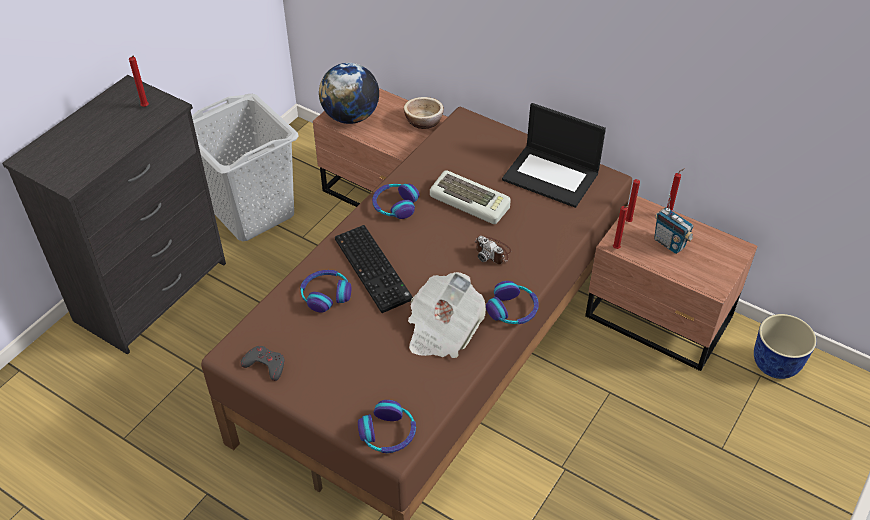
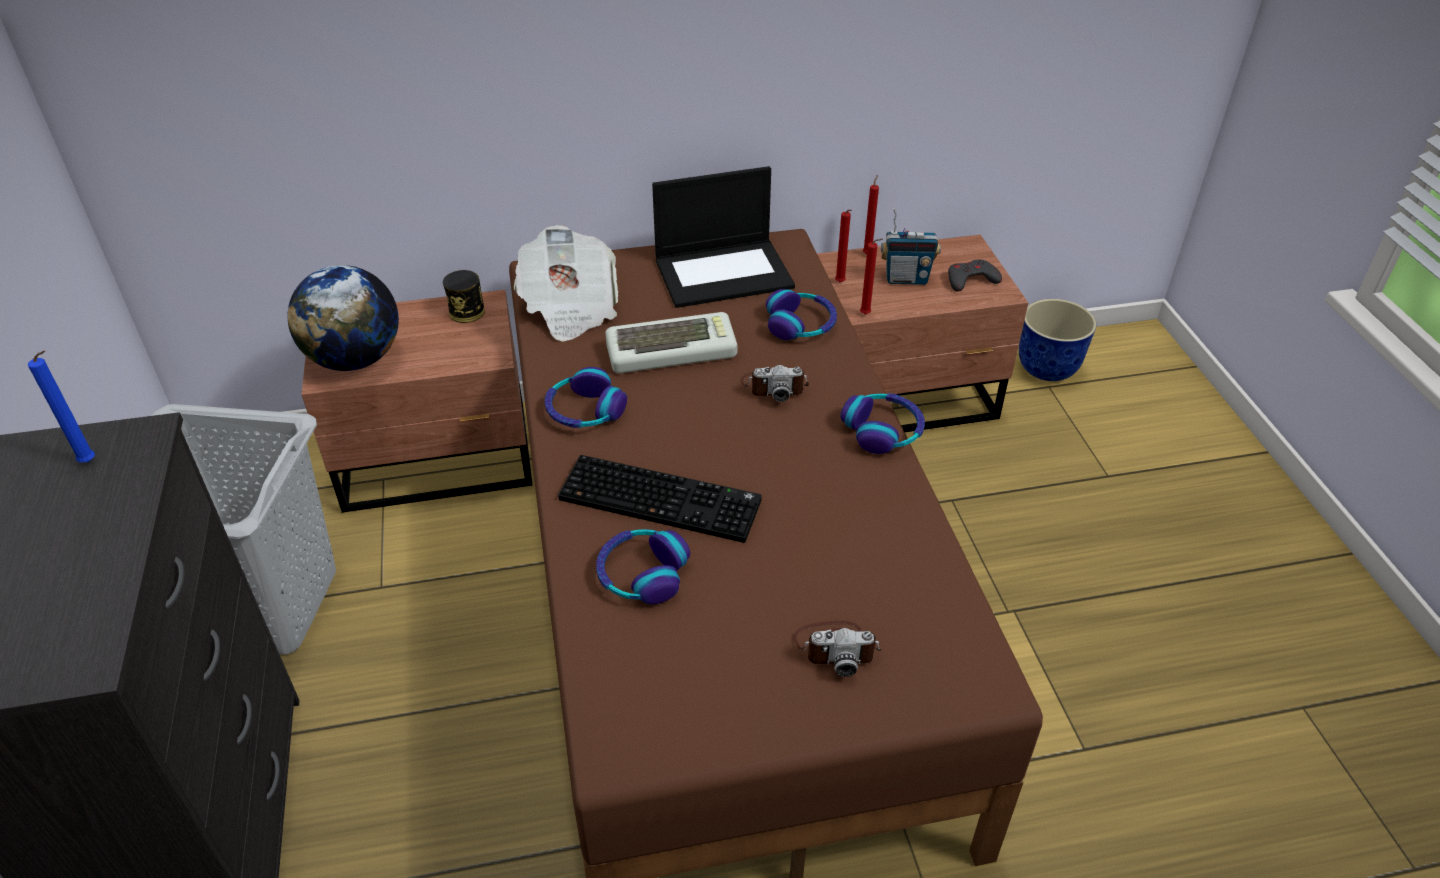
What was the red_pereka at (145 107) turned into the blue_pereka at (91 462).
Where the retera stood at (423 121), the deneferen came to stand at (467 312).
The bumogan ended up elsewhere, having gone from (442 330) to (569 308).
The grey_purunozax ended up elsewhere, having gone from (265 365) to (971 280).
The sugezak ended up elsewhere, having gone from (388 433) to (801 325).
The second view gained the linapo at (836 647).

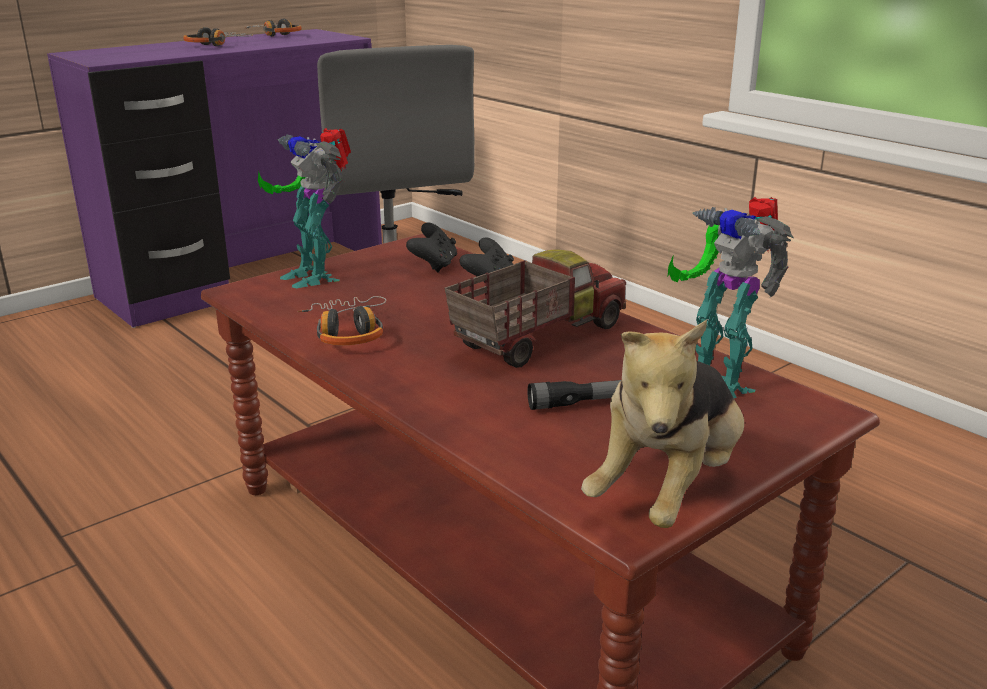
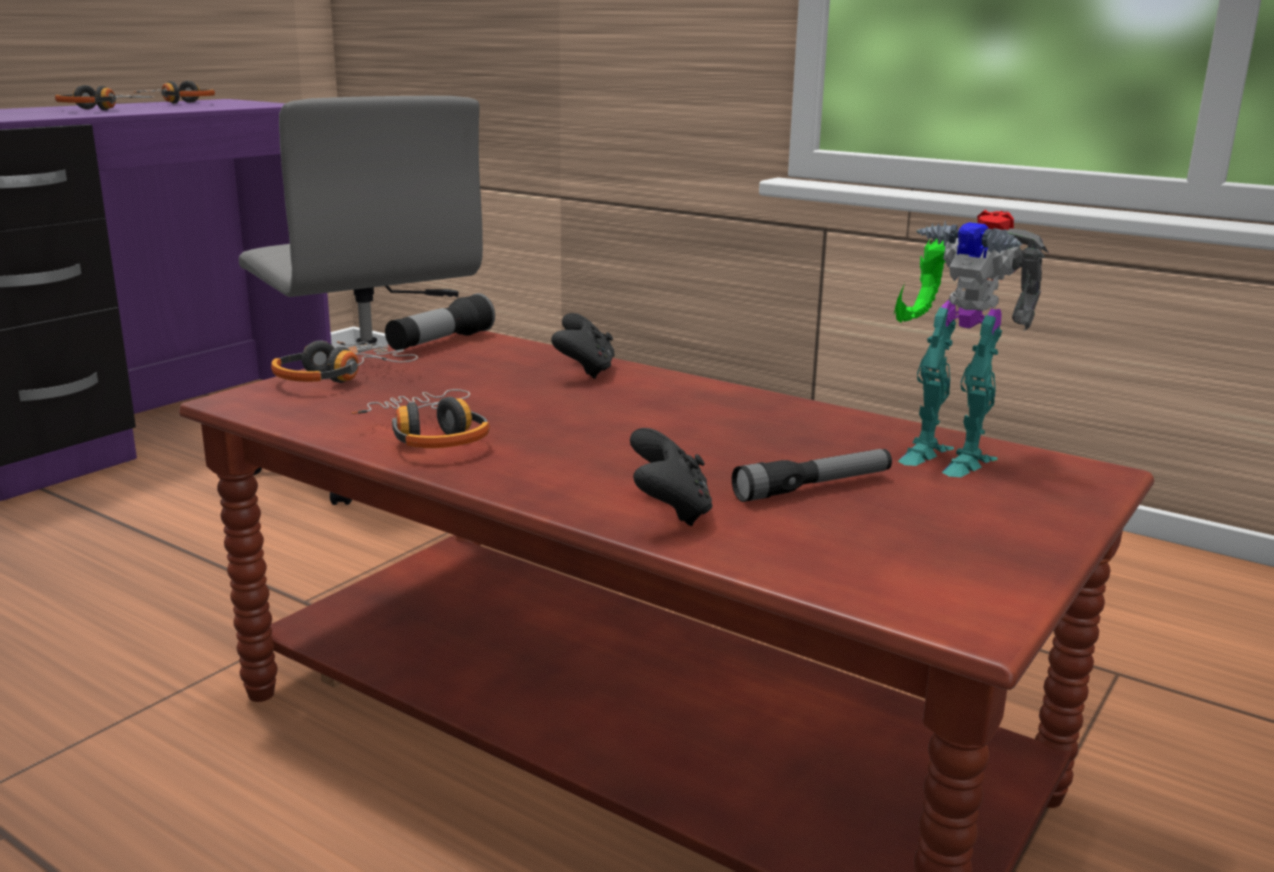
Where the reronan stood at (314 275), the sugezak came to stand at (339 376).
The black_purunozax ended up elsewhere, having gone from (434 265) to (669 511).
The second view lost the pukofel at (536 337).
The second view lost the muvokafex at (668 490).
The second view gained the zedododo at (440 342).

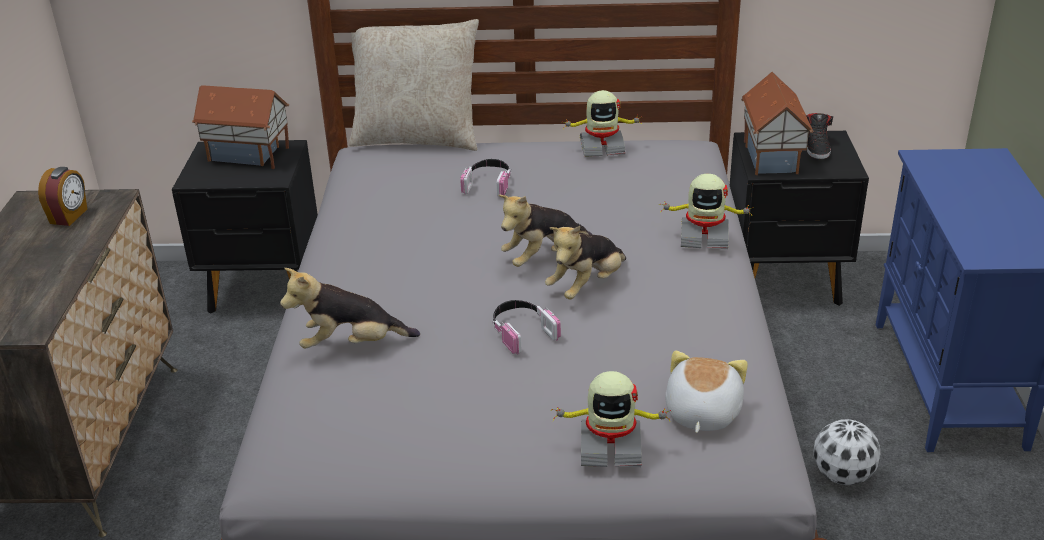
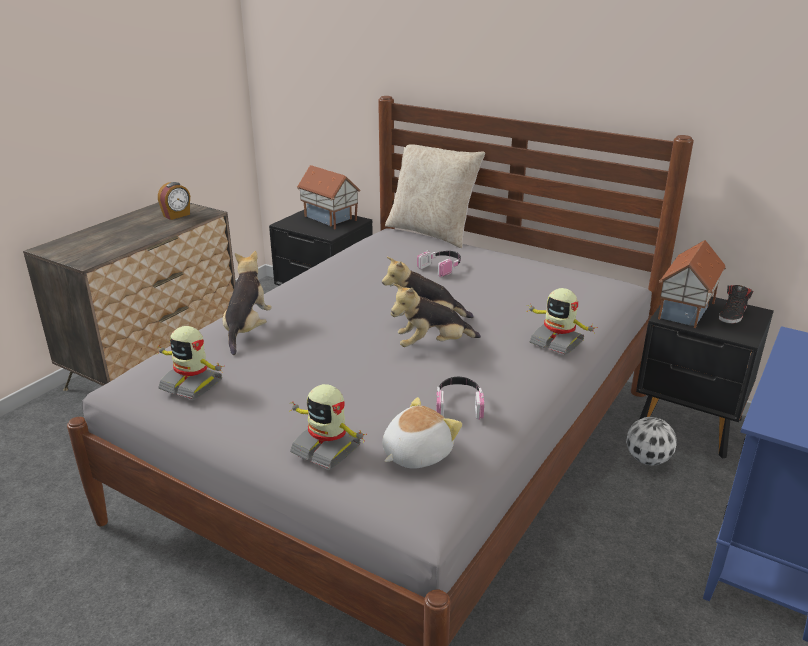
The reronan ended up elsewhere, having gone from (602 147) to (192 384).
The muvokafex at (351 345) ended up facing another way, 75 degrees clockwise from before.
The sugezak ended up elsewhere, having gone from (522 332) to (459 404).
The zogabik ended up elsewhere, having gone from (843 476) to (648 460).

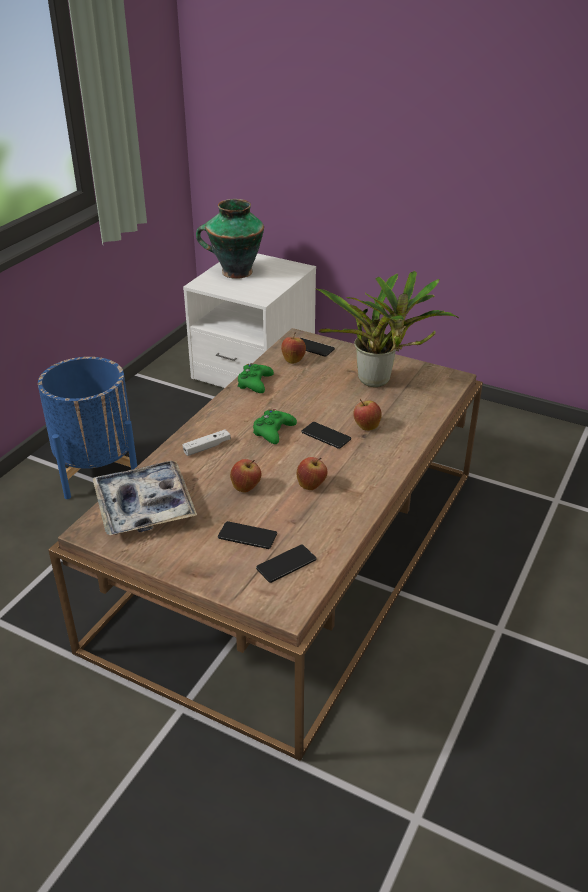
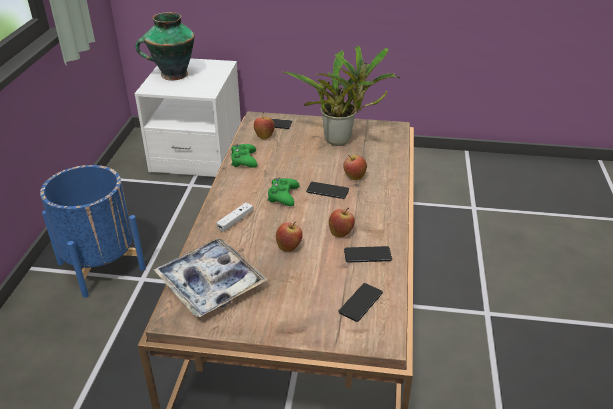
The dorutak ended up elsewhere, having gone from (247 536) to (367 255).

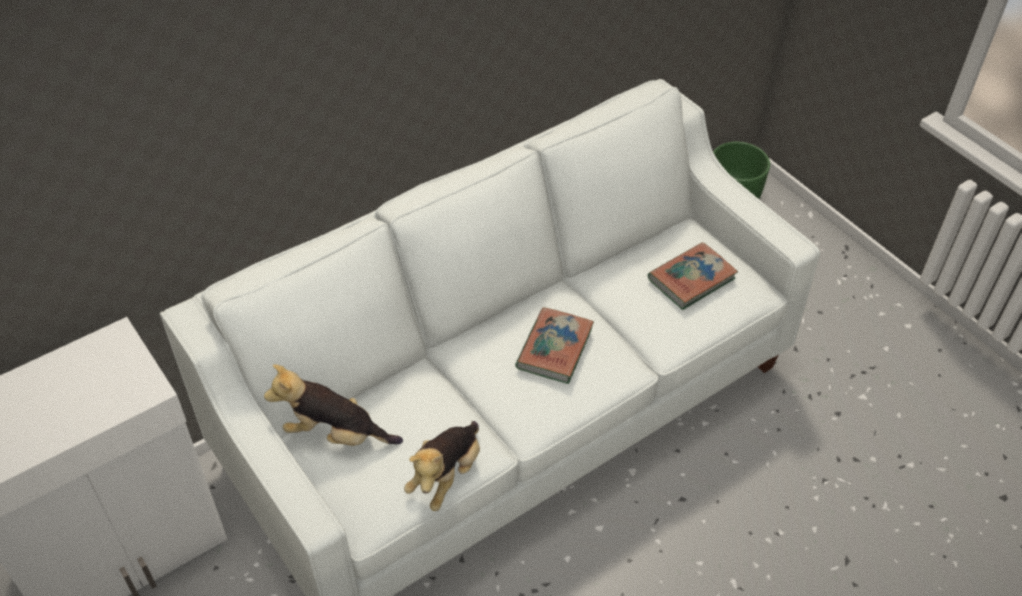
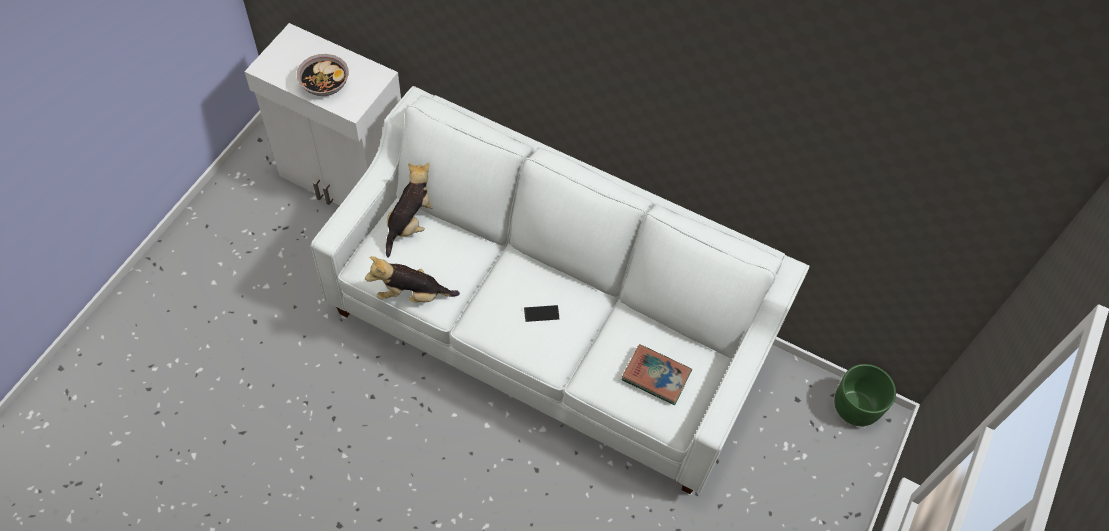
Where the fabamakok stood at (554 349), the dorutak came to stand at (541 313).
The muvokafex at (335 434) ended up facing another way, 45 degrees clockwise from before.
The second view gained the retera at (325 84).

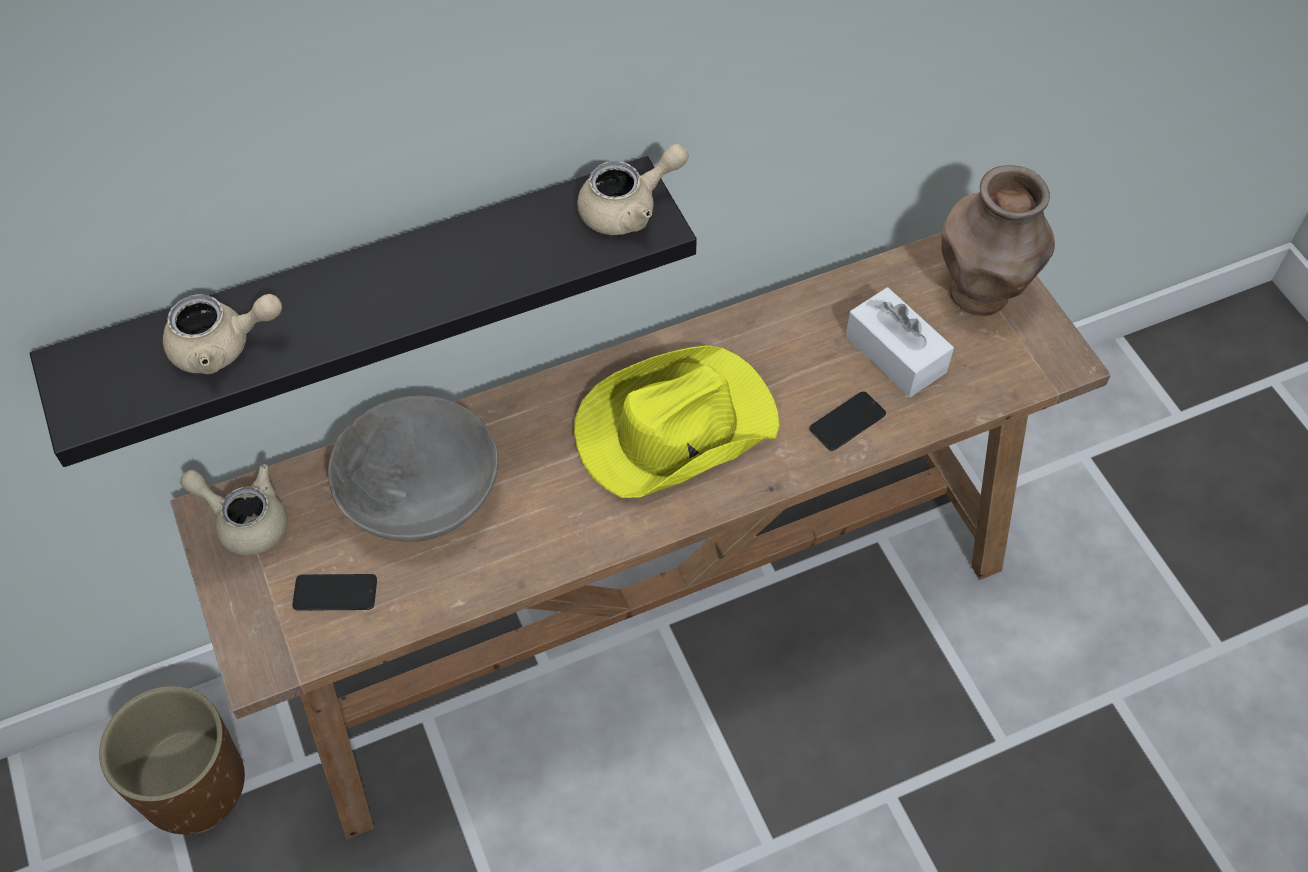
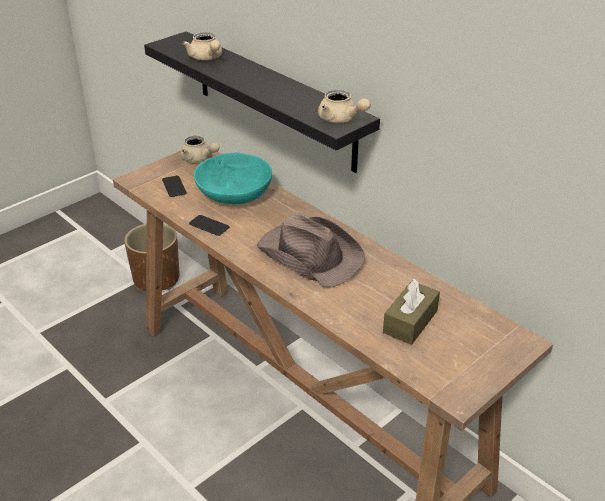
The second view lost the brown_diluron at (981 294).
What was the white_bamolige at (895 354) turned into the brown_bamolige at (410 322).
What was the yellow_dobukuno at (673 428) turned into the brown_dobukuno at (309 254).
The dorutak ended up elsewhere, having gone from (847 422) to (209 226).
What was the grey_retera at (419 492) turned into the turquoise_retera at (233 194).
The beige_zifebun at (245 521) ended up facing another way, 120 degrees clockwise from before.

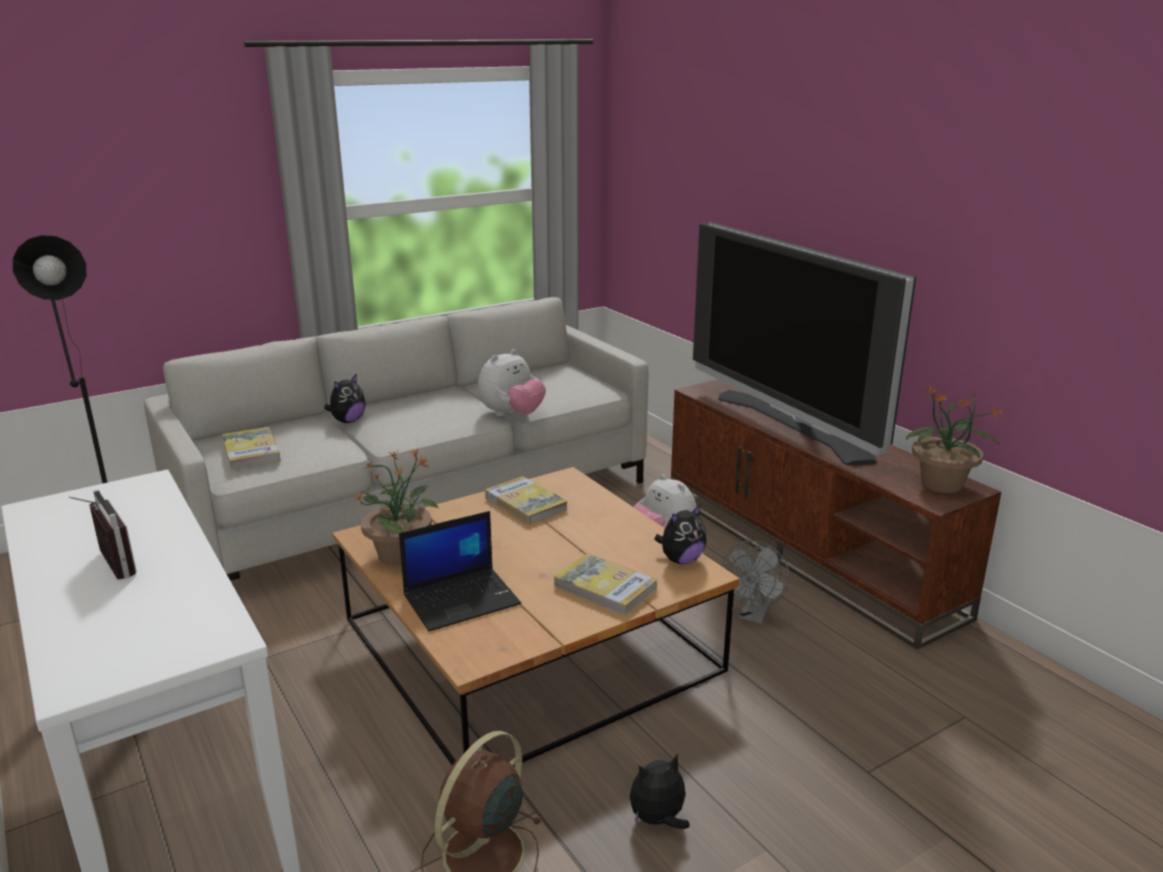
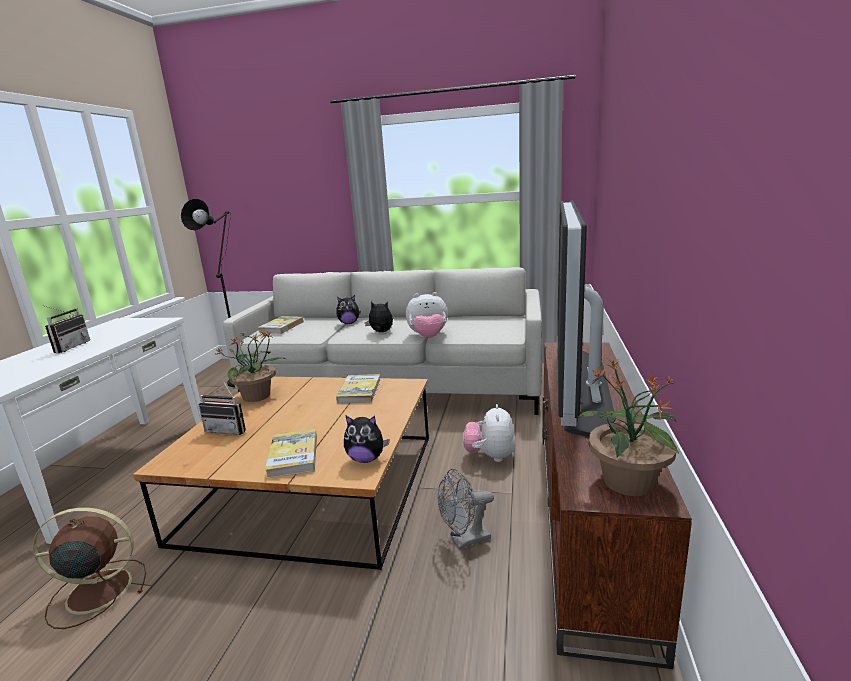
Where the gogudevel stood at (462 599), the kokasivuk came to stand at (229 429).
The muvokafex ended up elsewhere, having gone from (658 820) to (381 332).

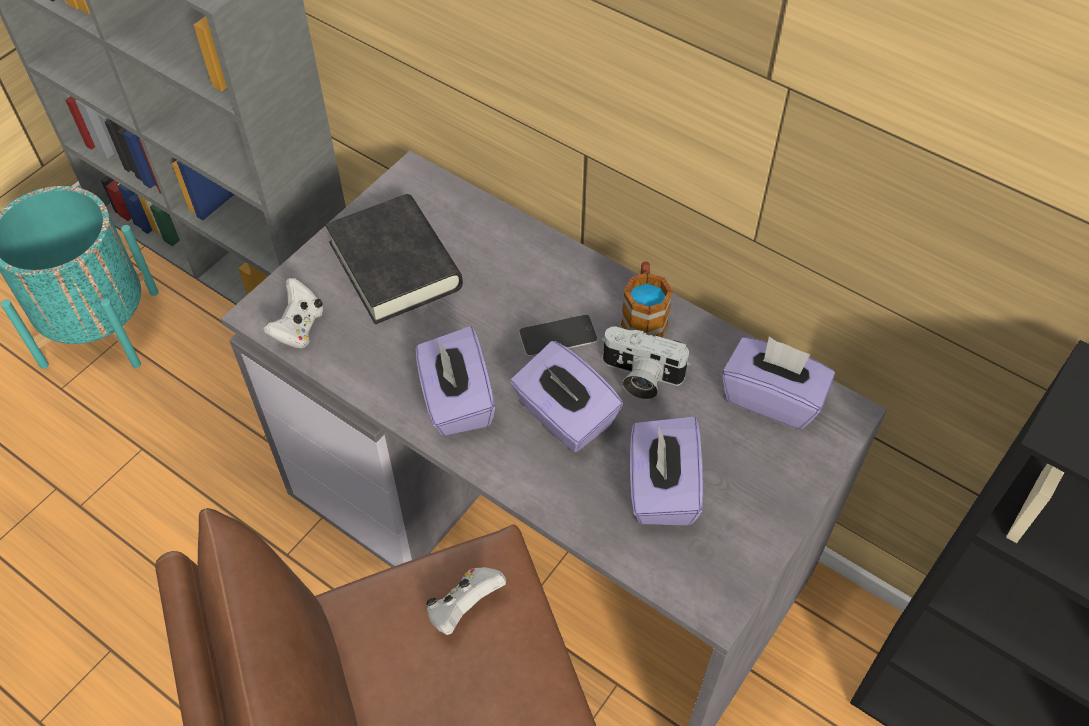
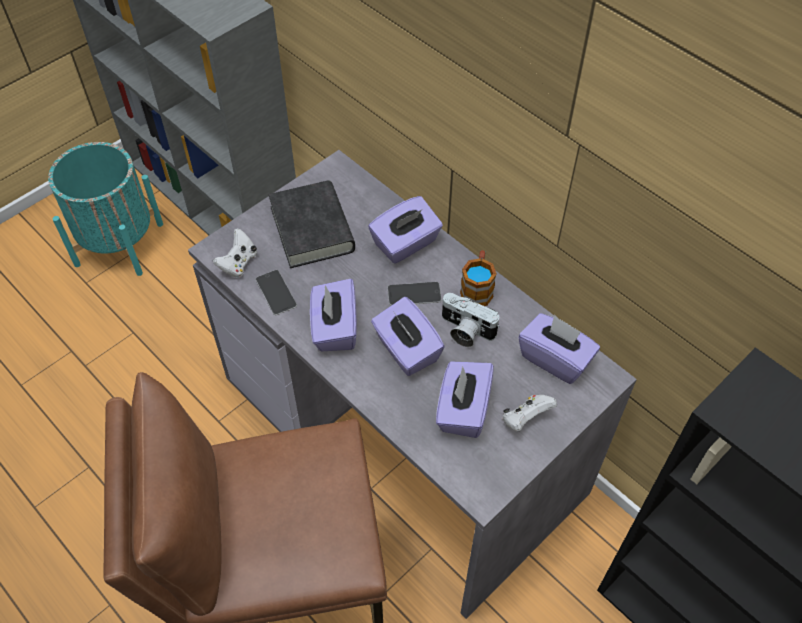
The white_purunozax ended up elsewhere, having gone from (464 607) to (525 419).
The second view gained the purple_bamolige at (406 244).
The second view gained the dorutak at (276 292).

